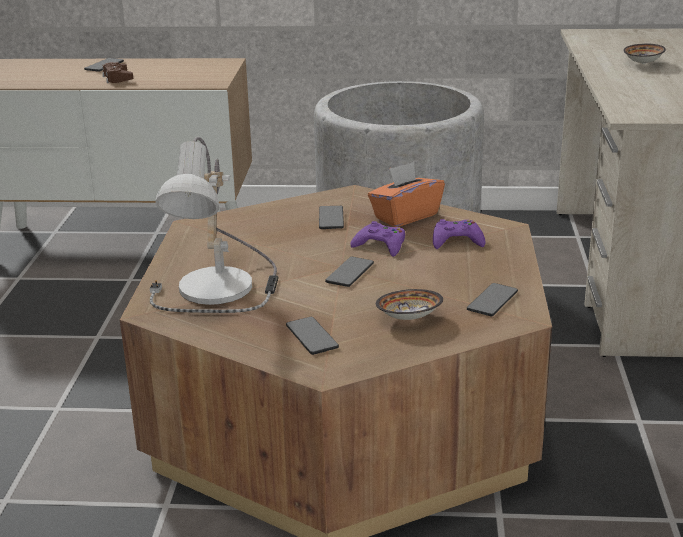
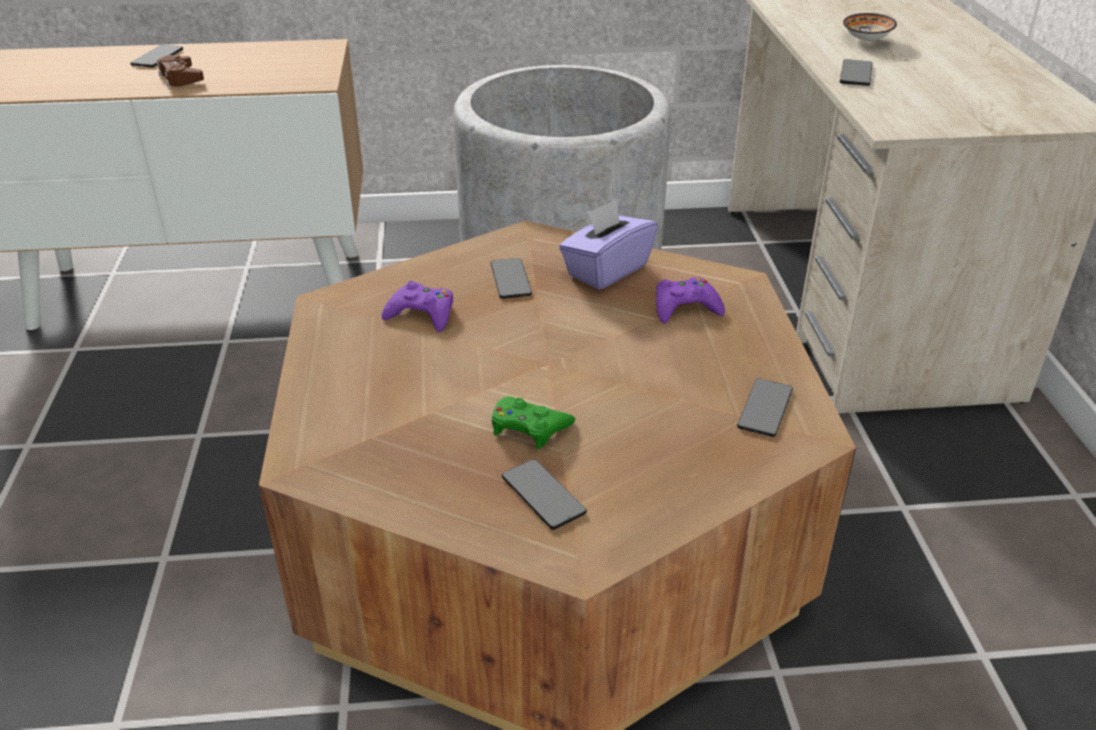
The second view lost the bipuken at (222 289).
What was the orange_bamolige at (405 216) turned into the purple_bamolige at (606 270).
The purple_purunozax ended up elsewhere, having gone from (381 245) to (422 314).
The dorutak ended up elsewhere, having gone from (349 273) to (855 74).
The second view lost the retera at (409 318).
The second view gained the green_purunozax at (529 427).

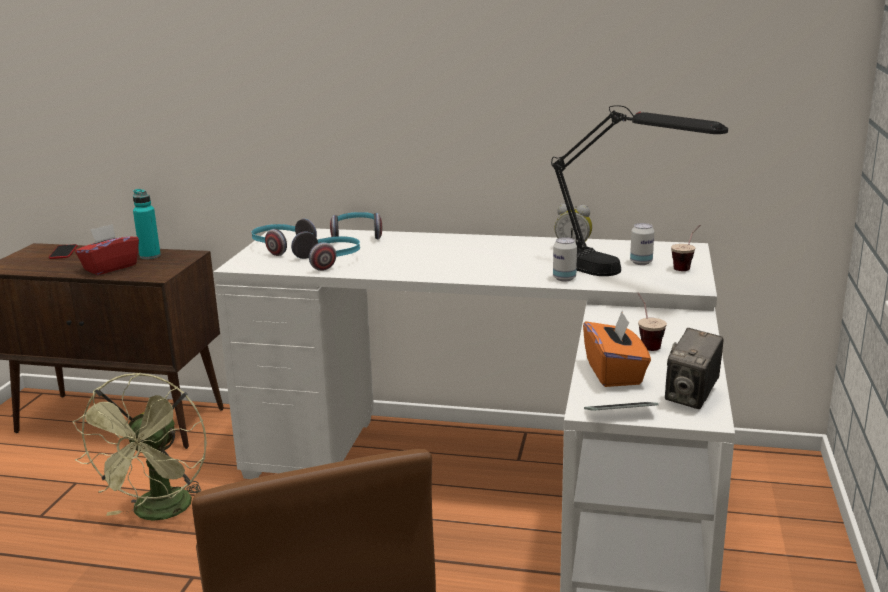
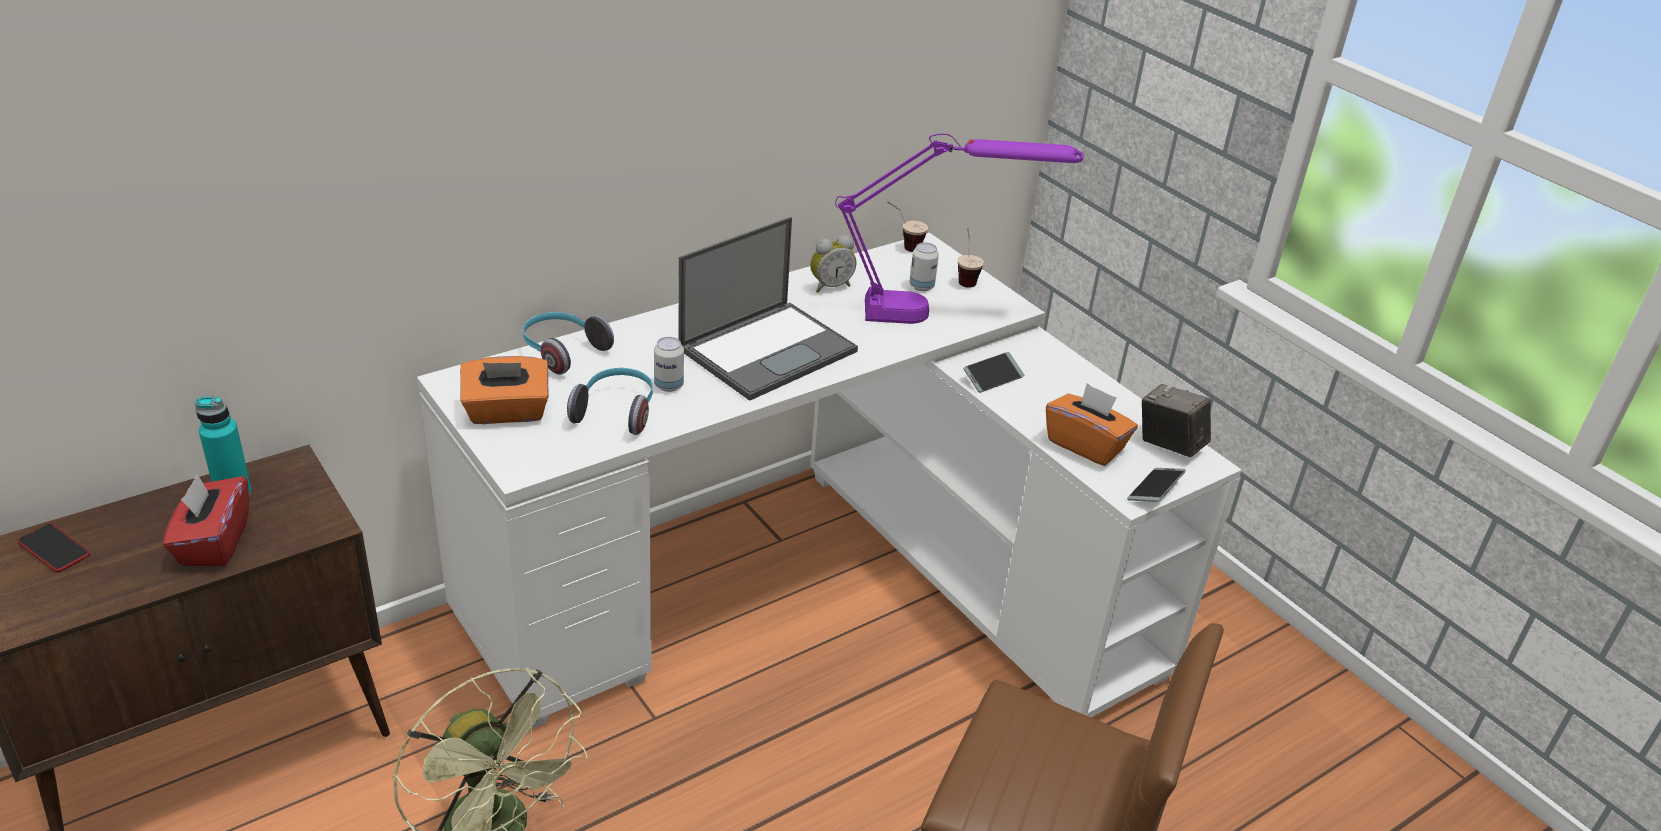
What was the black_bipuken at (625 276) turned into the purple_bipuken at (939 314).
Where the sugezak stood at (280 247), the orange_bamolige came to stand at (507 412).
The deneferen ended up elsewhere, having gone from (564 278) to (668 386).
The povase ended up elsewhere, having gone from (646 343) to (903 245).
The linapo at (691 397) ended up facing another way, 150 degrees clockwise from before.
The second view gained the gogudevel at (769 349).
The second view gained the dorutak at (993 378).

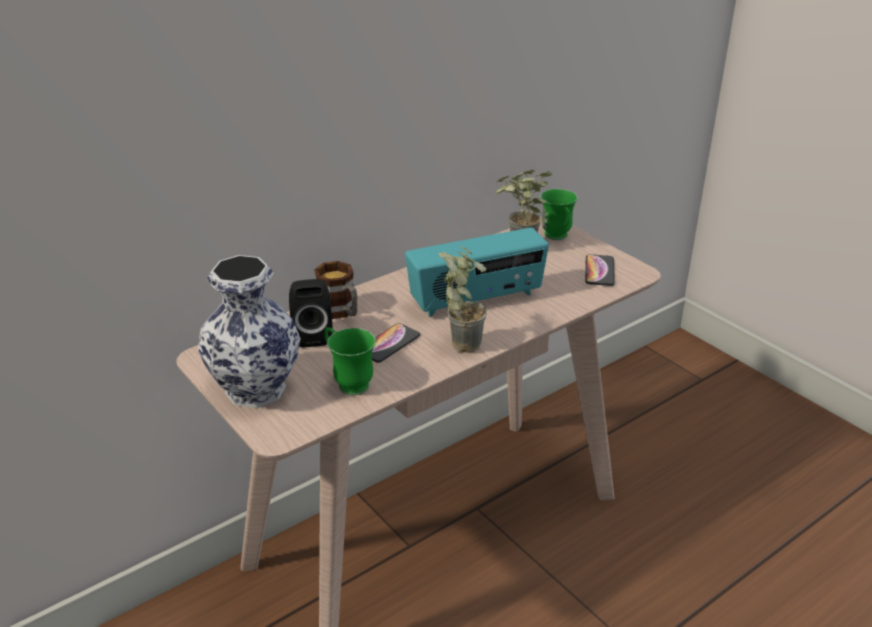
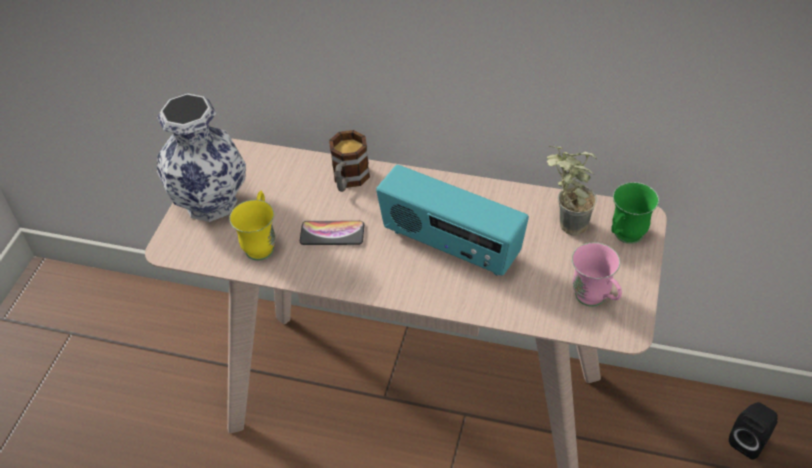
The second view lost the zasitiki at (461 341).
Where the dorutak stood at (599 271), the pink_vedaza came to stand at (595 301).
The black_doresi ended up elsewhere, having gone from (312 335) to (750 441).
What was the green_vedaza at (348 382) turned into the yellow_vedaza at (261 244).

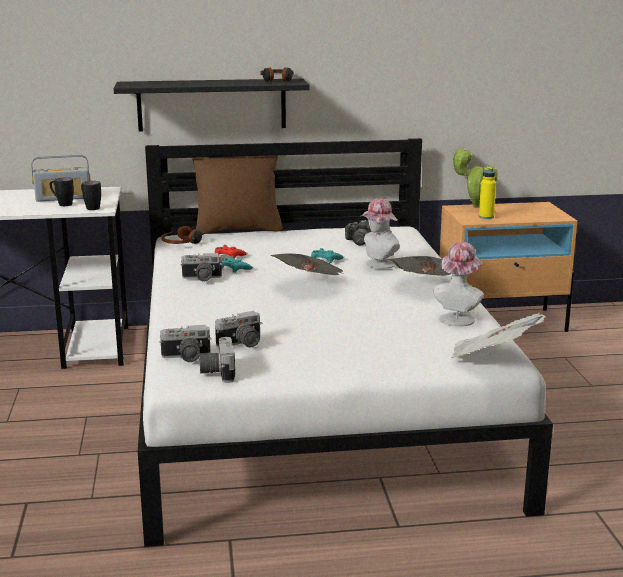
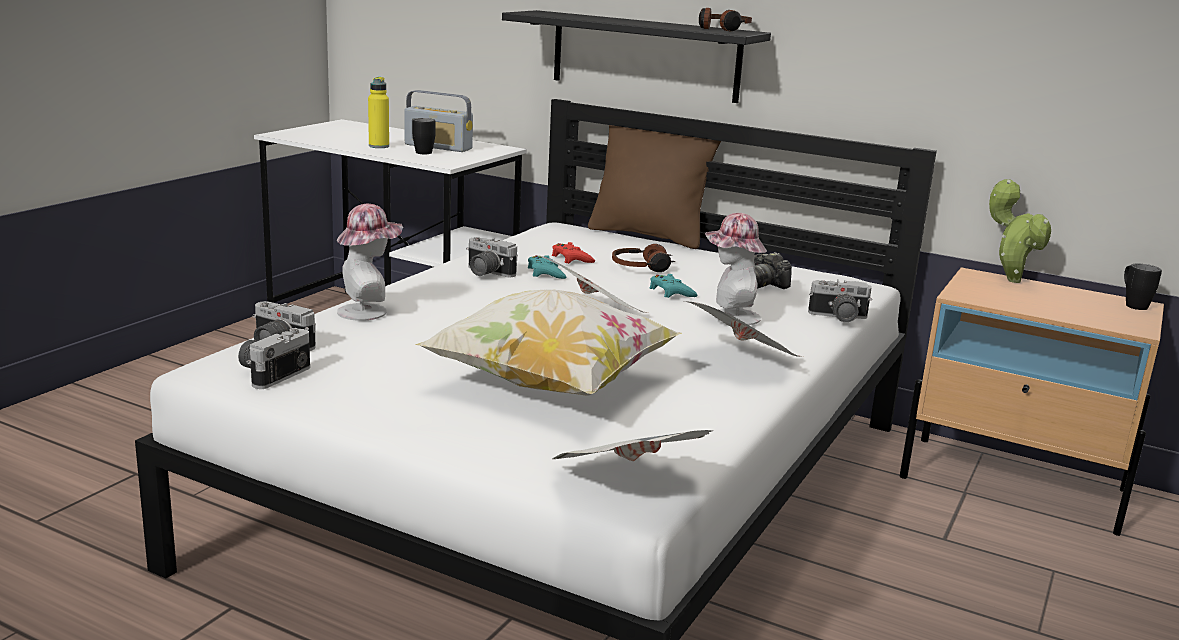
The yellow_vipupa ended up elsewhere, having gone from (486 217) to (379 146).
The black_vedaza ended up elsewhere, having gone from (90 207) to (1132 304).
The sugezak ended up elsewhere, having gone from (182 243) to (642 267).
The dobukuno ended up elsewhere, having gone from (458 318) to (368 311).
The linapo ended up elsewhere, having gone from (241 344) to (838 318).
The second view gained the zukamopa at (550 385).

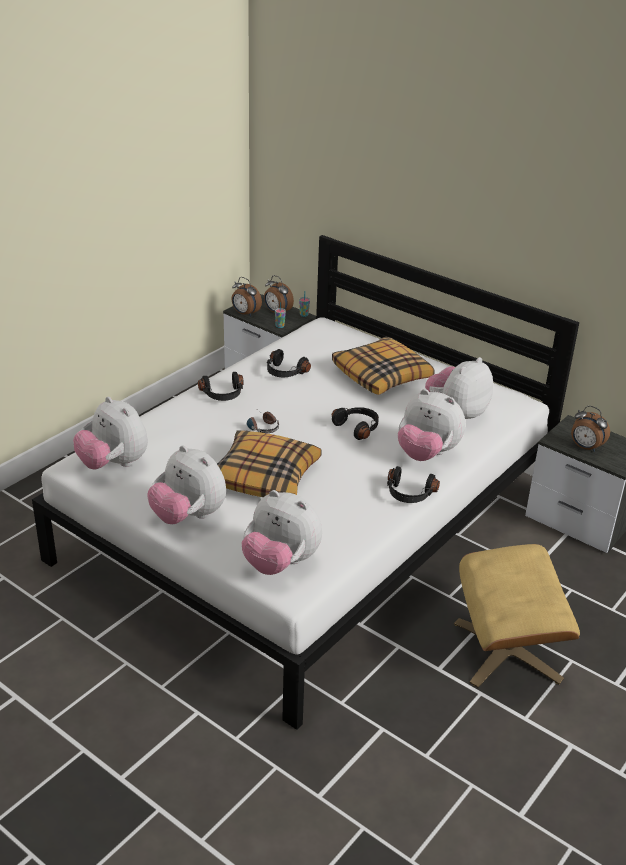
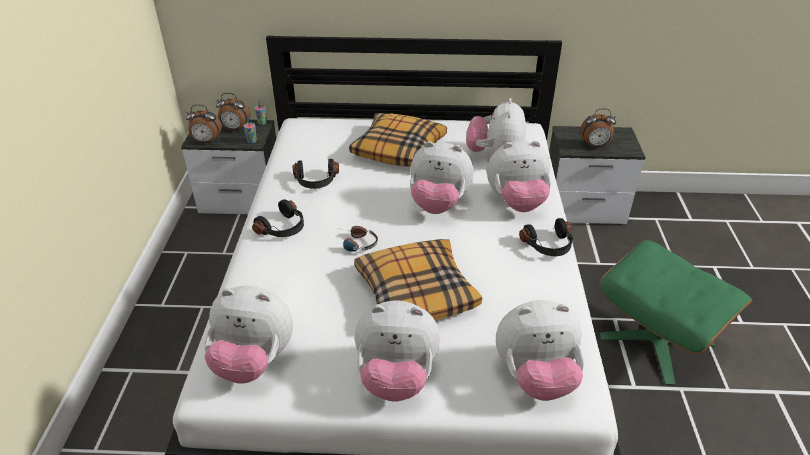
Where the black_sugezak stood at (358 427), the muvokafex came to stand at (438 205).
What was the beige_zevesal at (507 651) turned into the green_zevesal at (657 340).

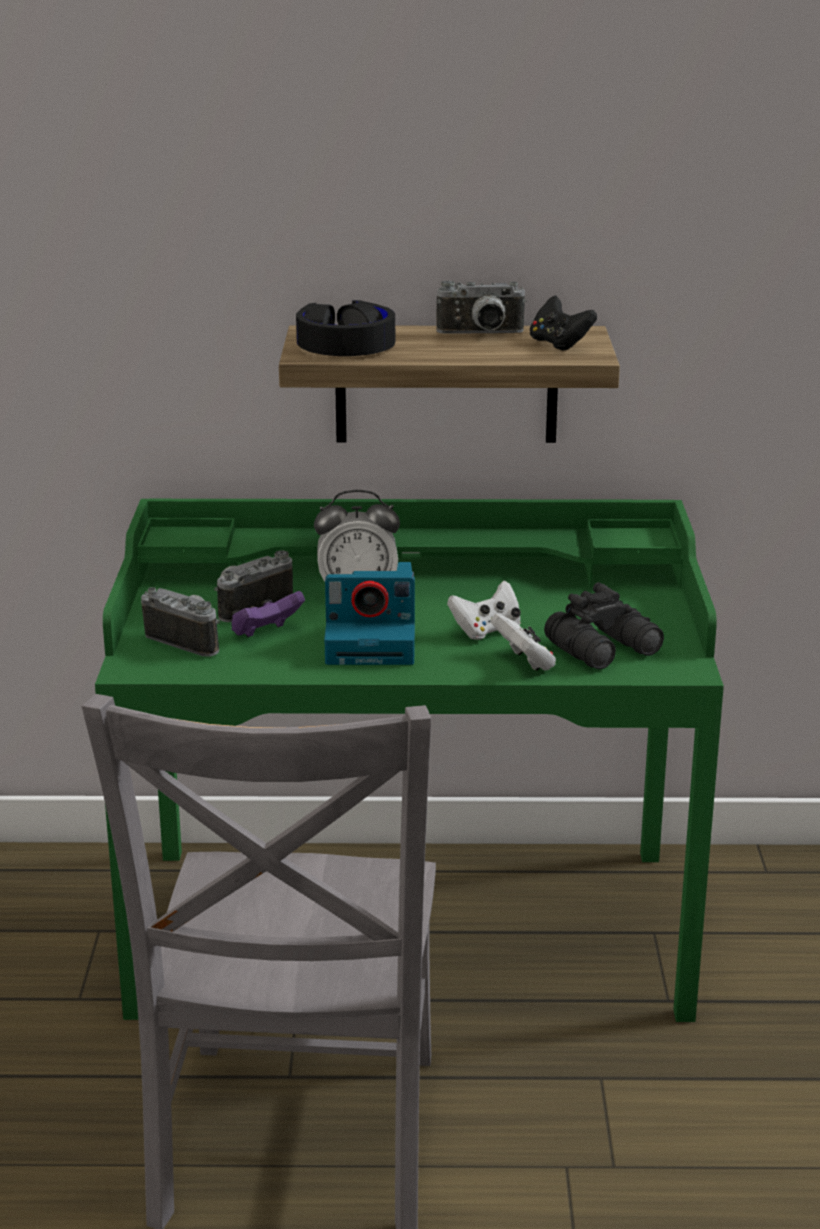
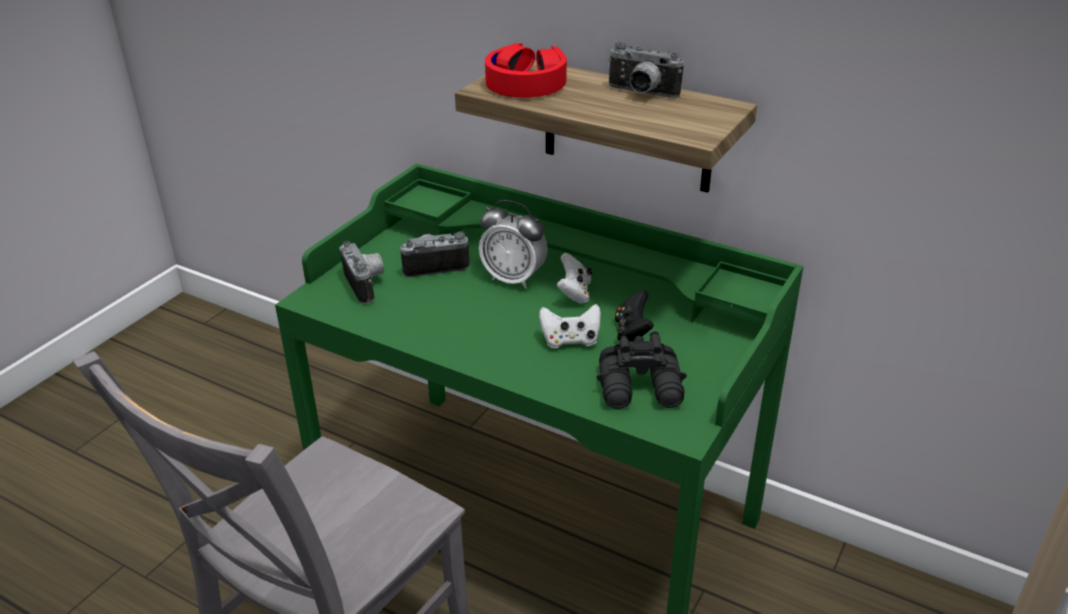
The black_purunozax ended up elsewhere, having gone from (559 344) to (632 332).
What was the black_sugezak at (345 344) turned into the red_sugezak at (526 83).
The second view lost the linapo at (373 643).
The second view lost the purple_purunozax at (265 633).
The white_purunozax ended up elsewhere, having gone from (524 663) to (574 293).

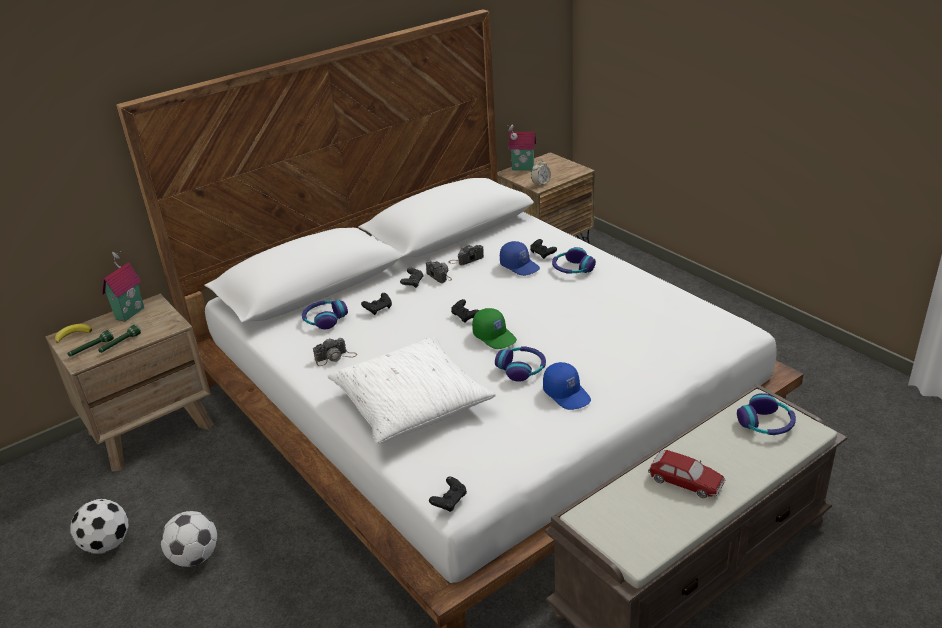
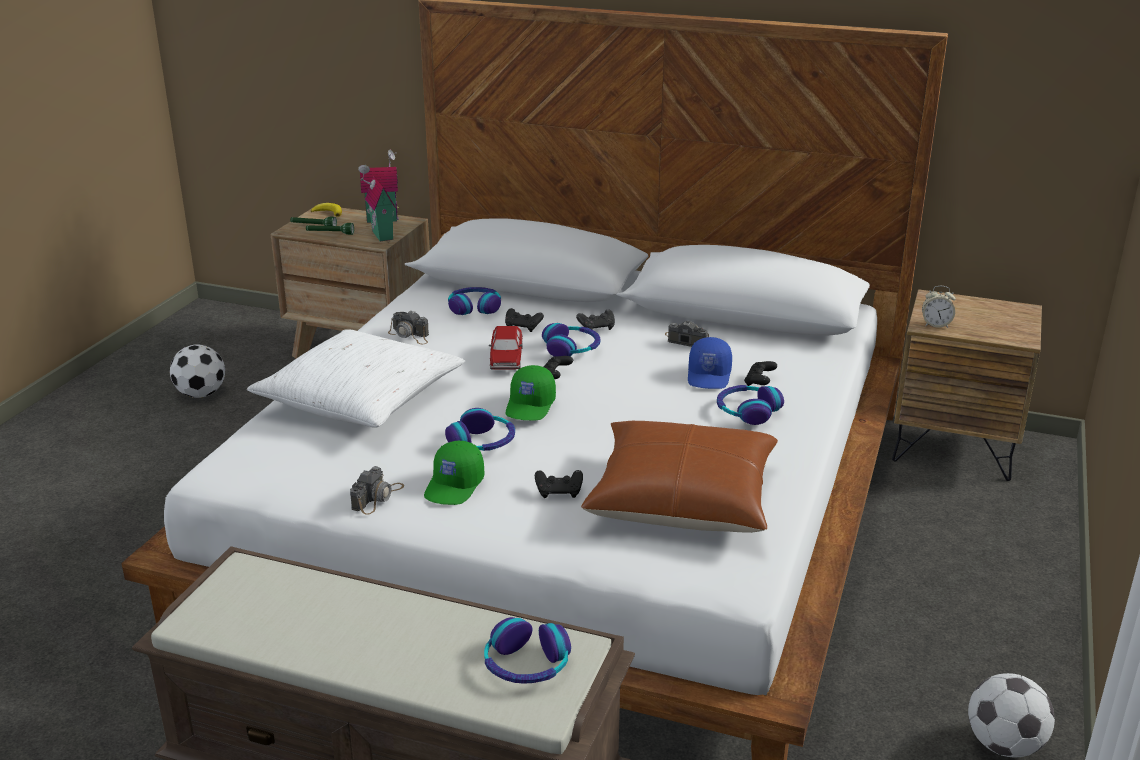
The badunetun ended up elsewhere, having gone from (522 169) to (380 235).
The linapo ended up elsewhere, having gone from (438 274) to (377 497).
What was the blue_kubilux at (567 394) turned into the green_kubilux at (455 486).
The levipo ended up elsewhere, having gone from (685 481) to (506 358).
The black_purunozax ended up elsewhere, having gone from (449 501) to (559 492).
The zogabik ended up elsewhere, having gone from (195 557) to (1004 745).
The second view gained the sugezak at (572 349).
The second view gained the brown_zukamopa at (682 498).

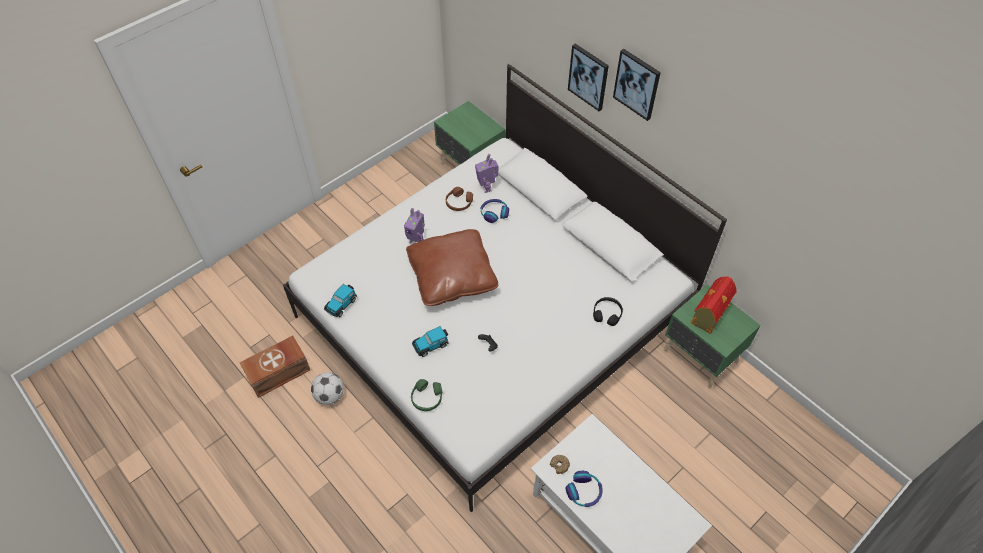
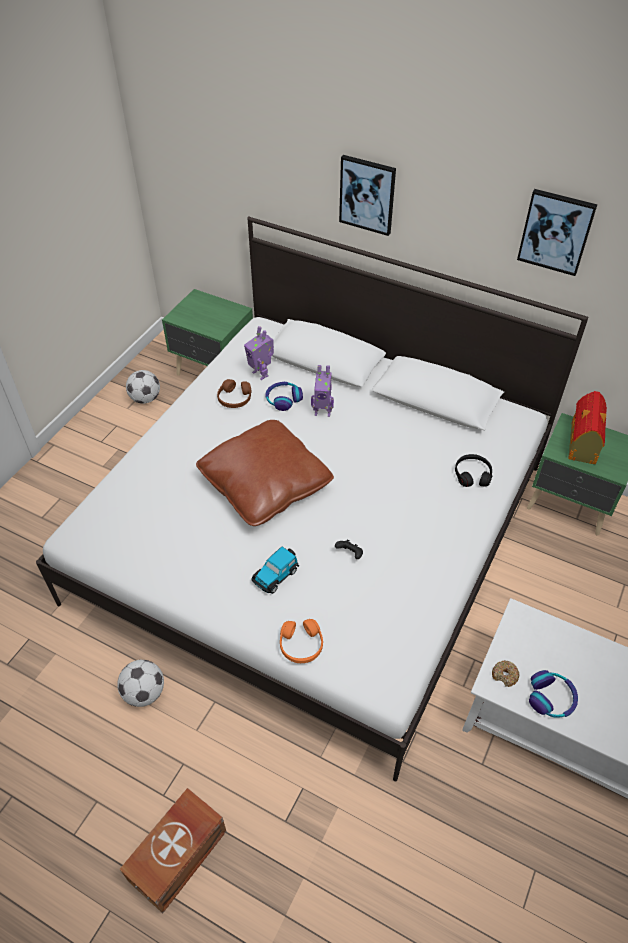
The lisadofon ended up elsewhere, having gone from (637 84) to (556 232).
The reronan ended up elsewhere, having gone from (416 241) to (322 411).
The second view lost the levipo at (341 304).
The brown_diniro ended up elsewhere, having gone from (279 373) to (180 855).
What was the green_sugezak at (426 398) turned into the orange_sugezak at (301 645).
The second view gained the zogabik at (145 398).

